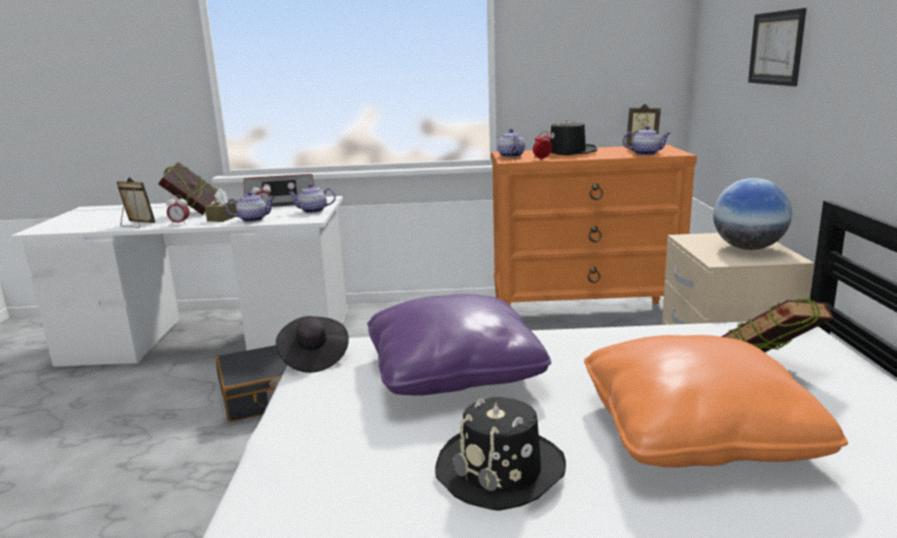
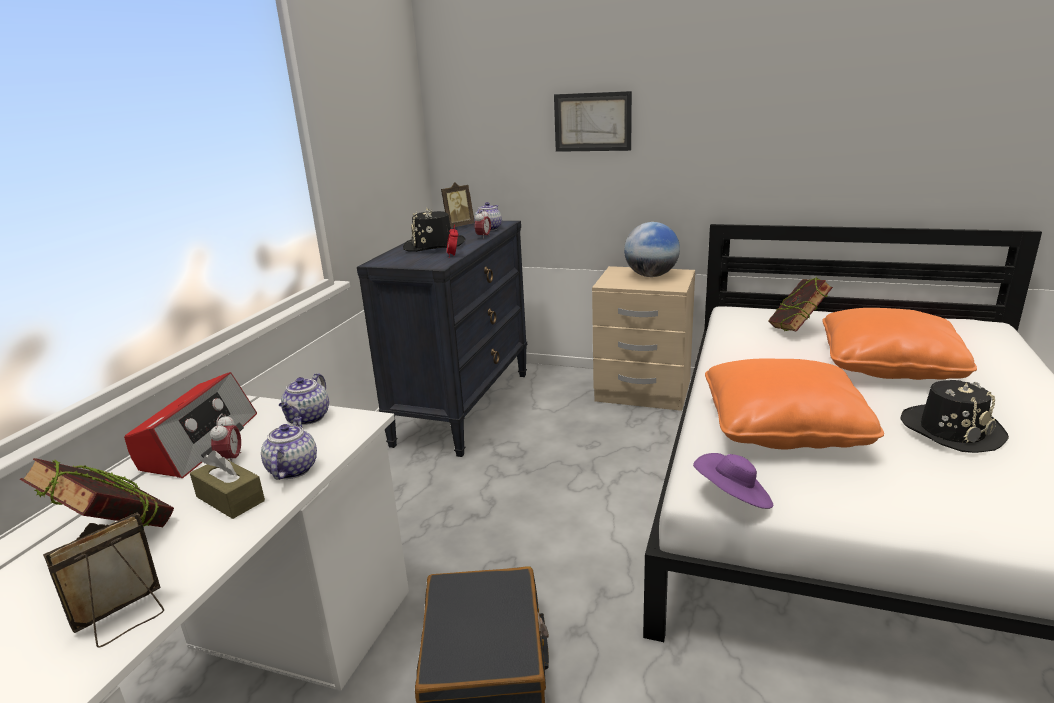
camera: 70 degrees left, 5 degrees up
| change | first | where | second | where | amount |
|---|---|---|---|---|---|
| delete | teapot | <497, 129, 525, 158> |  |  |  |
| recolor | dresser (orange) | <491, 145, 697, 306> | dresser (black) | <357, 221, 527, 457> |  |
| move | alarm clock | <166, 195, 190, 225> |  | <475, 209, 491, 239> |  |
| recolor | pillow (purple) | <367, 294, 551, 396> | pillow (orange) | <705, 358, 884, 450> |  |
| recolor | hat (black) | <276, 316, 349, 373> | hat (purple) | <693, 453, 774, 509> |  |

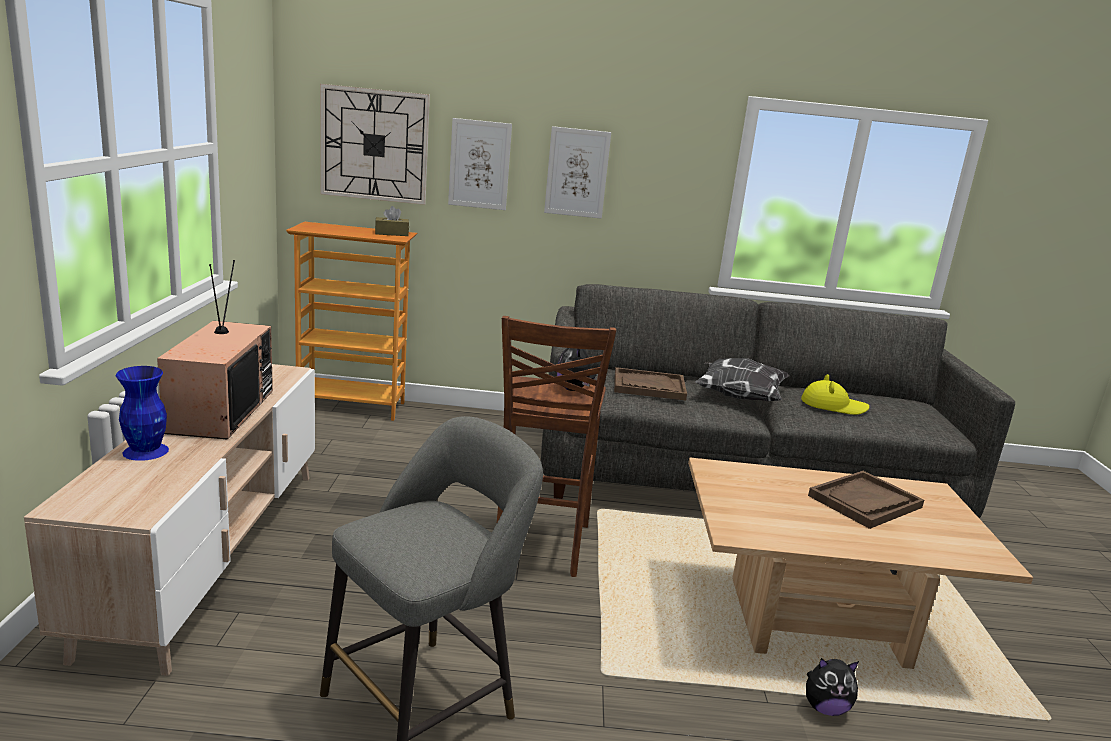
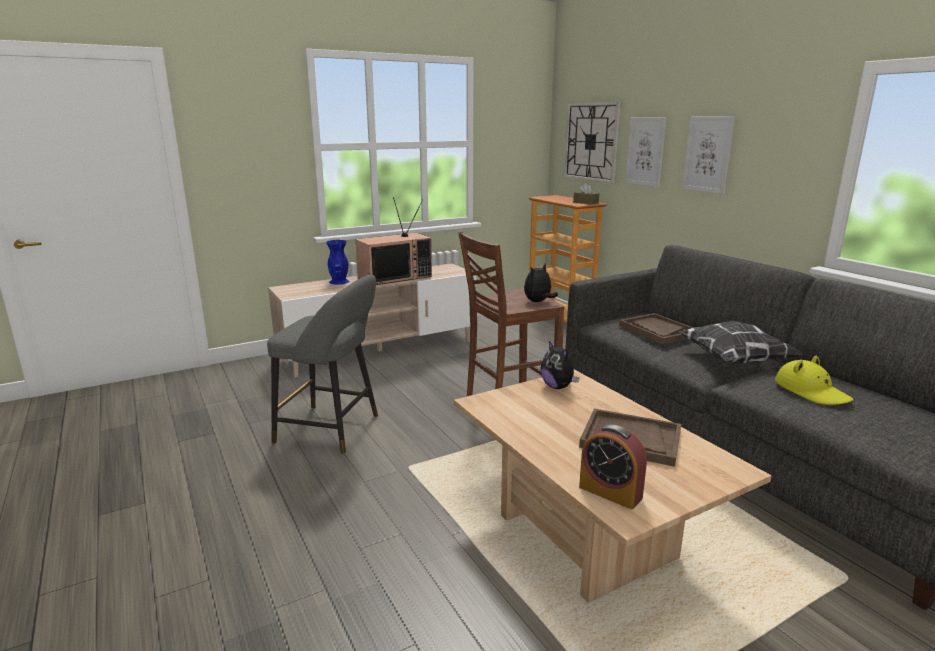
camera: 60 degrees right, 0 degrees up
| change | first | where | second | where | amount |
|---|---|---|---|---|---|
| move | plush toy | <806, 658, 859, 716> |  | <540, 341, 580, 389> |  |
| insert |  |  | alarm clock | <579, 425, 647, 509> |  |

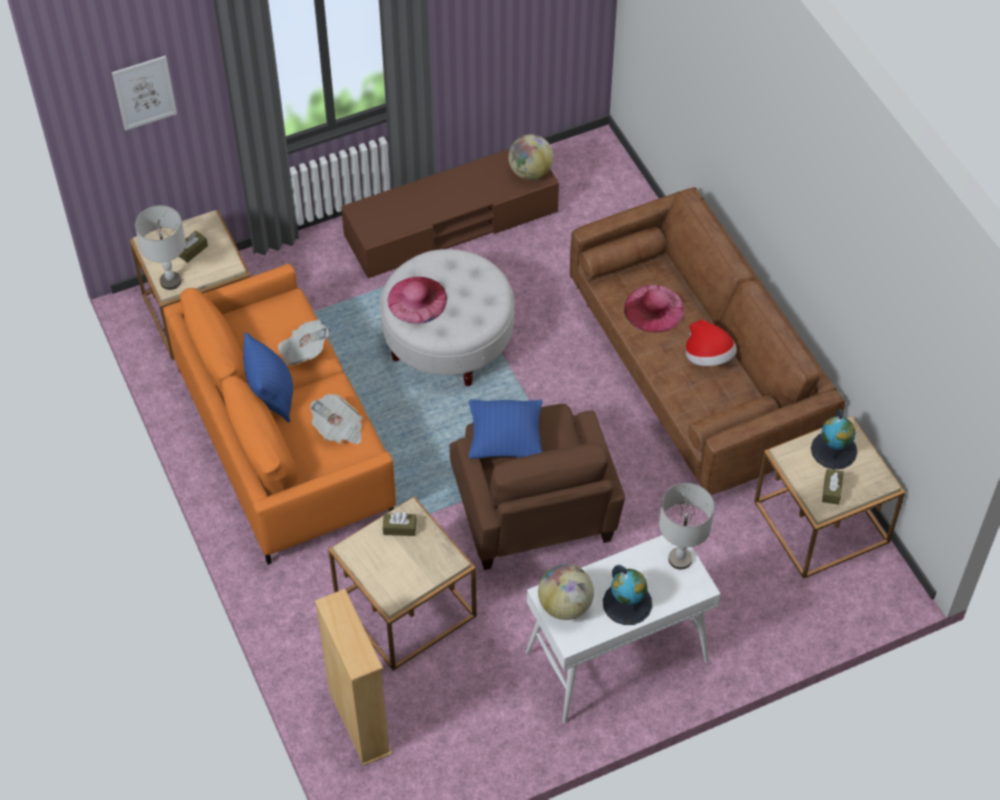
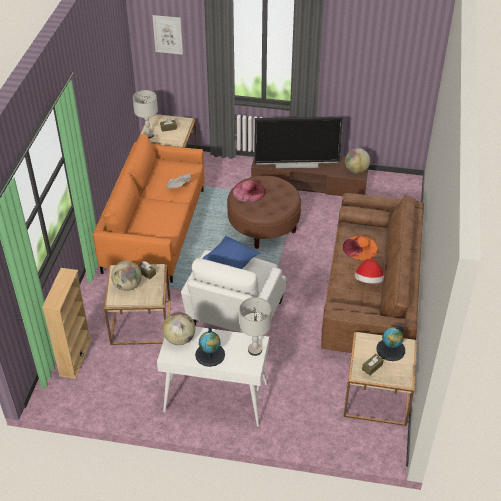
camera: 35 degrees right, 10 degrees down
| change | first | where | second | where | amount |
|---|---|---|---|---|---|
| recolor | ottoman (white) | <380, 249, 515, 386> | ottoman (brown) | <227, 176, 301, 249> |  |
| recolor | hat (pink) | <624, 285, 684, 332> | hat (orange) | <343, 236, 378, 260> |  |
| delete | pillow (blue) | <243, 332, 293, 422> |  |  |  |
| delete | newspaper | <310, 394, 363, 444> |  |  |  |
| recolor | armchair (brown) | <450, 404, 625, 570> | armchair (white) | <181, 250, 286, 336> |  |
| insert |  |  | television | <254, 116, 343, 169> |  |
| insert |  |  | globe | <111, 261, 142, 291> |  |

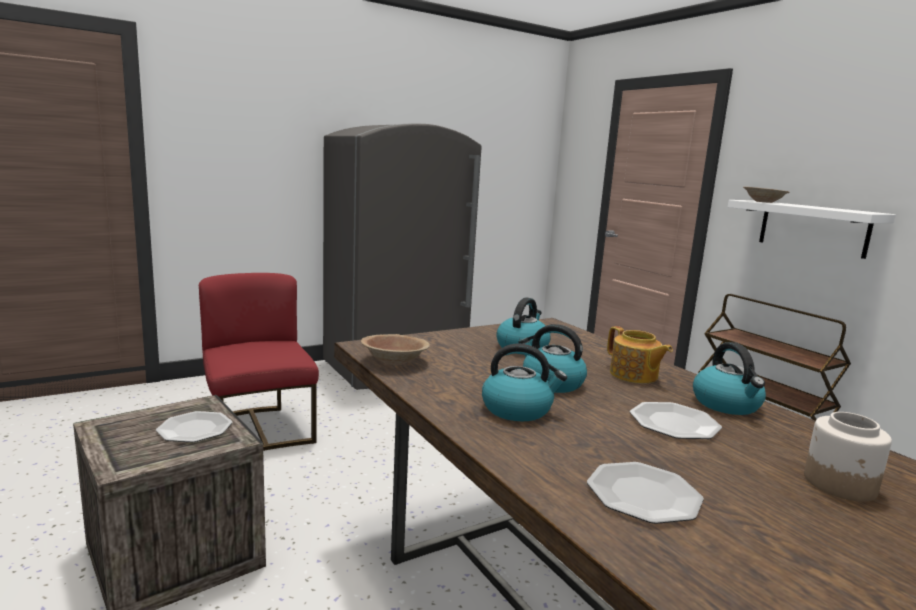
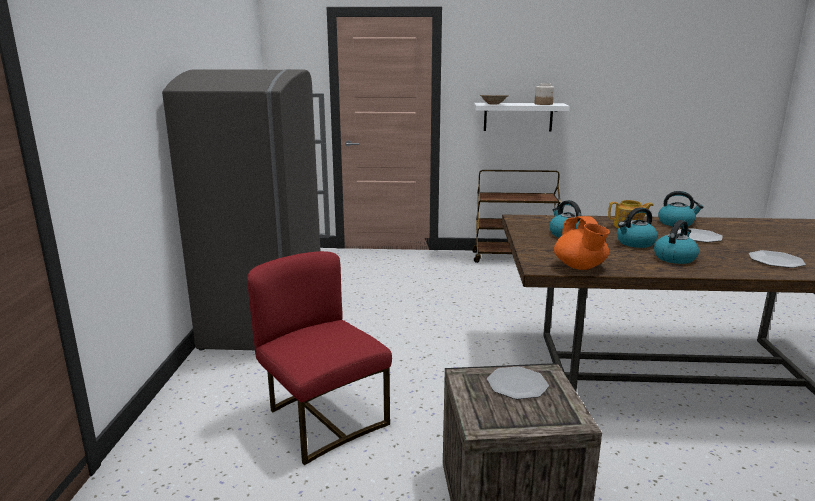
camera: 55 degrees left, 5 degrees up
| change | first | where | second | where | amount |
|---|---|---|---|---|---|
| rotate | chair (red) | <199, 273, 319, 451> |  | <247, 251, 392, 465> | 45 degrees clockwise |
| replace | bowl (brown) | <361, 334, 430, 365> | teapot (orange) | <554, 216, 610, 270> |  |
| move | jar | <804, 412, 892, 502> |  | <535, 83, 554, 105> |  |

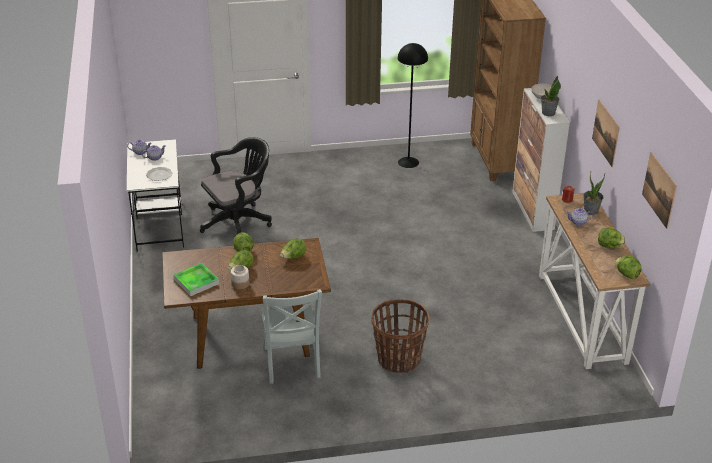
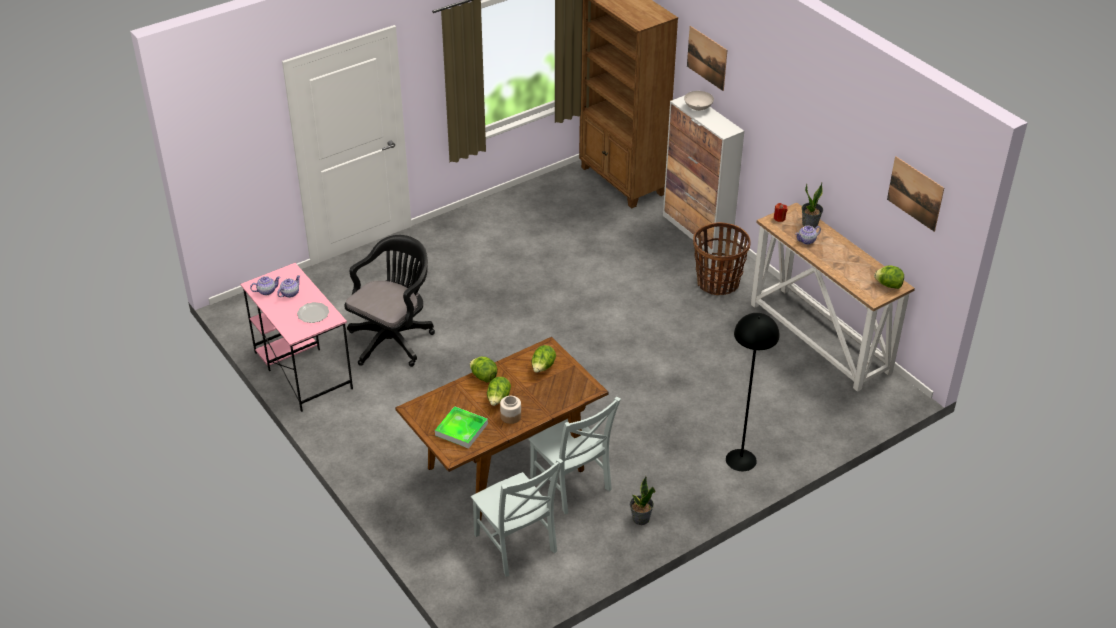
camera: 25 degrees left, 5 degrees up
| change | first | where | second | where | amount |
|---|---|---|---|---|---|
| move | floor lamp (black) | <398, 43, 428, 168> |  | <726, 313, 780, 471> |  |
| move | potted plant | <541, 75, 561, 116> |  | <630, 476, 655, 525> |  |
| move | picture | <592, 100, 620, 167> |  | <687, 26, 727, 91> |  |
| recolor | desk (white) | <127, 139, 184, 252> | desk (pink) | <240, 263, 353, 412> |  |
| delete | lettuce | <598, 228, 626, 249> |  |  |  |
| move | basket | <371, 299, 429, 373> |  | <693, 222, 750, 295> |  |
| insert |  |  | chair (grey) | <471, 458, 563, 577> |  |

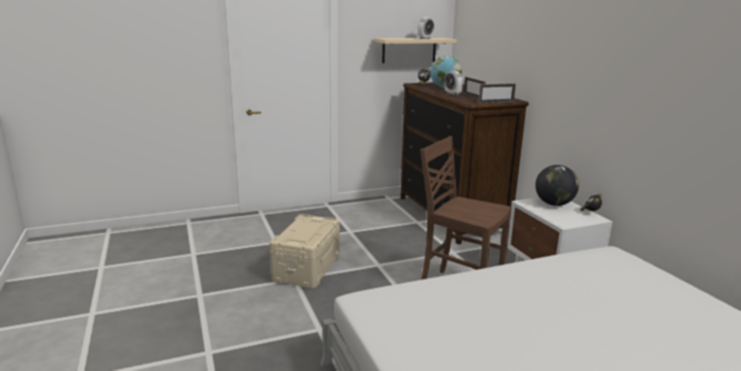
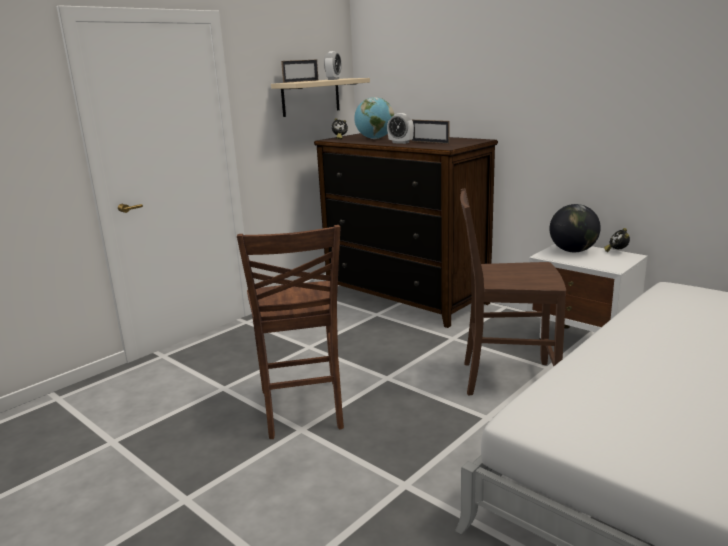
camera: 25 degrees left, 0 degrees up
| change | first | where | second | where | amount |
|---|---|---|---|---|---|
| move | picture frame | <479, 83, 516, 103> |  | <281, 60, 318, 83> |  |
| replace | storage box (beige) | <270, 214, 340, 289> | chair (brown) | <237, 225, 344, 439> |  |

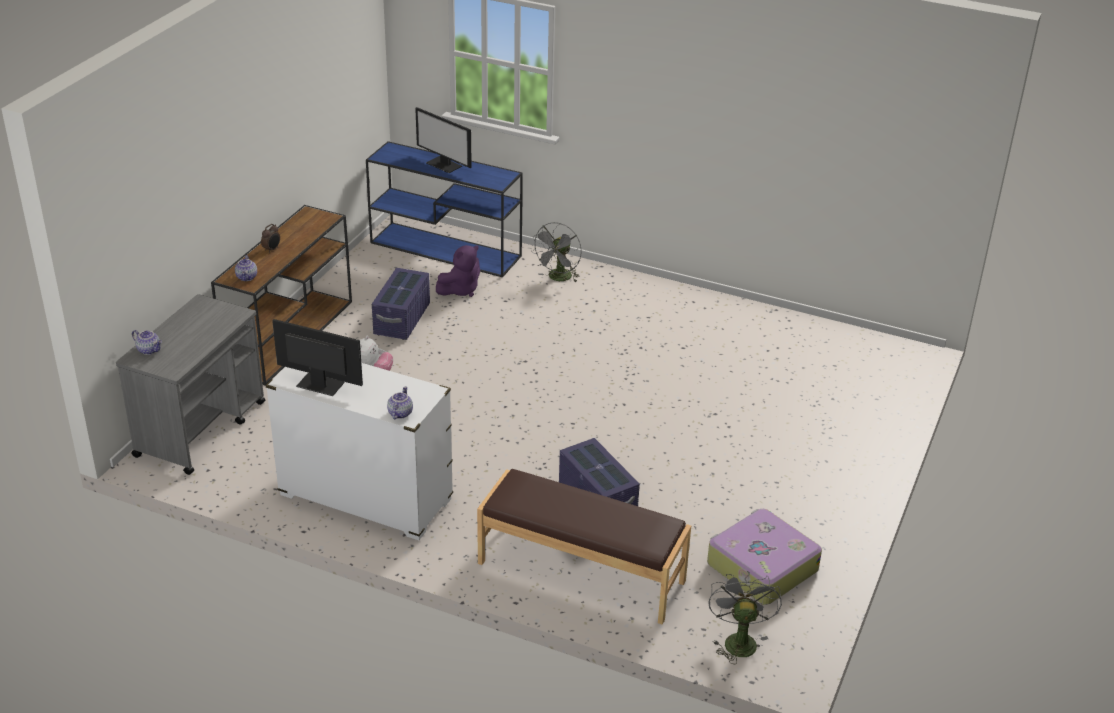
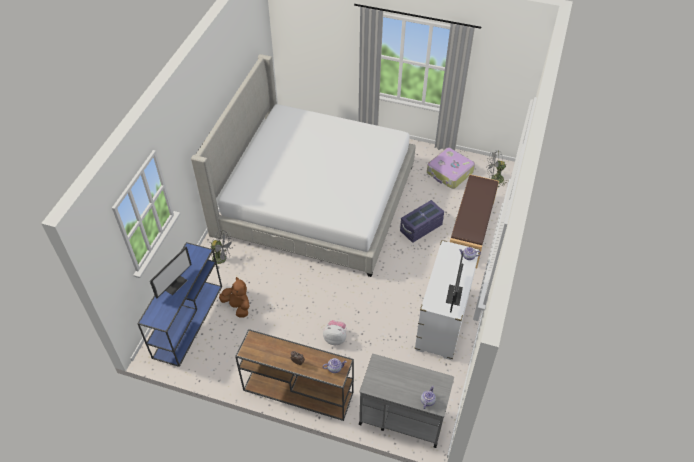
camera: 95 degrees left, 15 degrees up
| change | first | where | second | where | amount |
|---|---|---|---|---|---|
| recolor | plush toy (purple) | <436, 245, 480, 297> | plush toy (brown) | <219, 277, 249, 317> |  |
| delete | storage box (purple) | <372, 268, 430, 340> |  |  |  |
| insert |  |  | bed | <191, 54, 416, 277> |  |

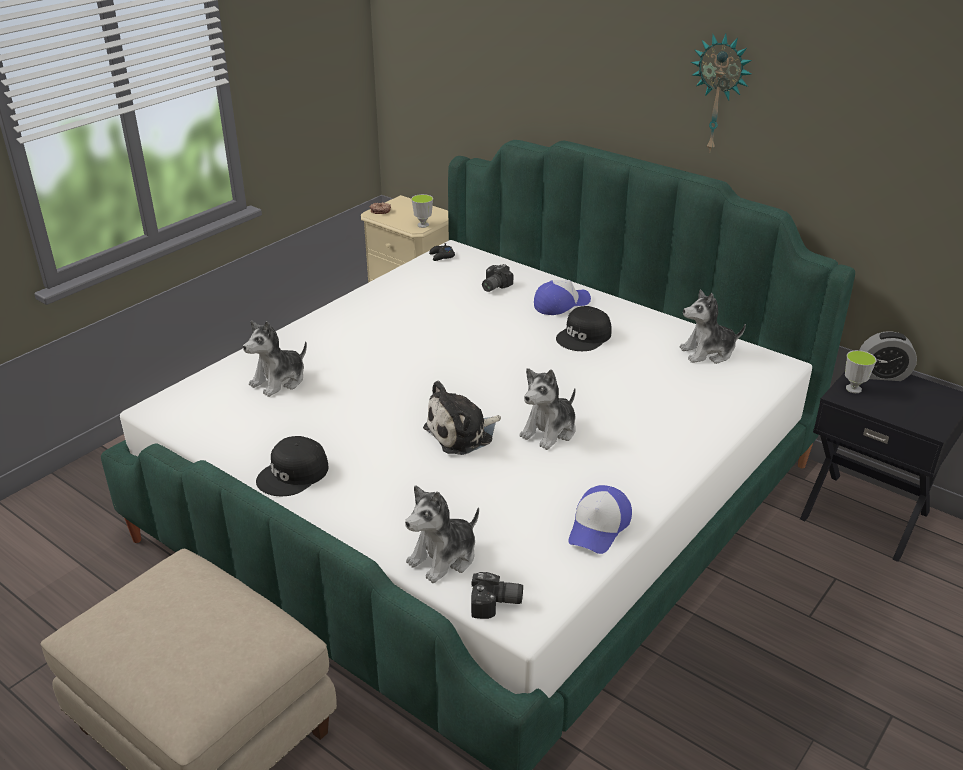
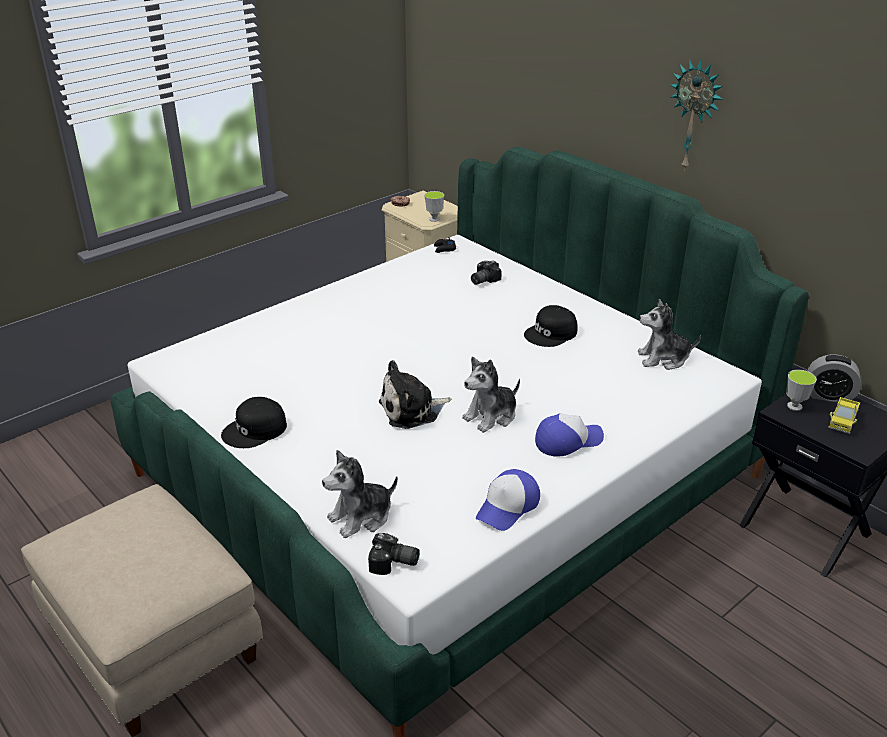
camera: 10 degrees right, 0 degrees up
| change | first | where | second | where | amount |
|---|---|---|---|---|---|
| move | cap | <534, 280, 591, 315> |  | <535, 414, 604, 457> |  |
| delete | plush toy | <243, 321, 307, 397> |  |  |  |
| insert |  |  | toy truck | <828, 397, 860, 434> |  |

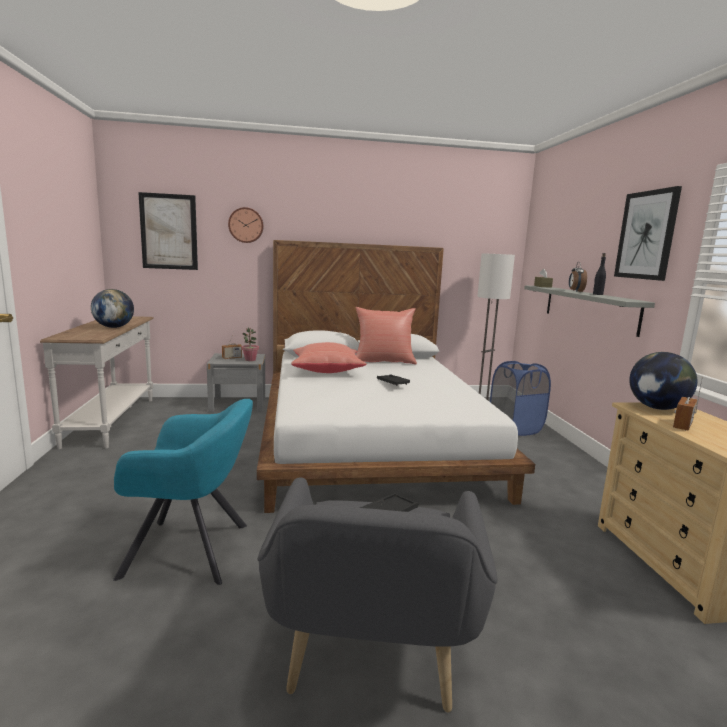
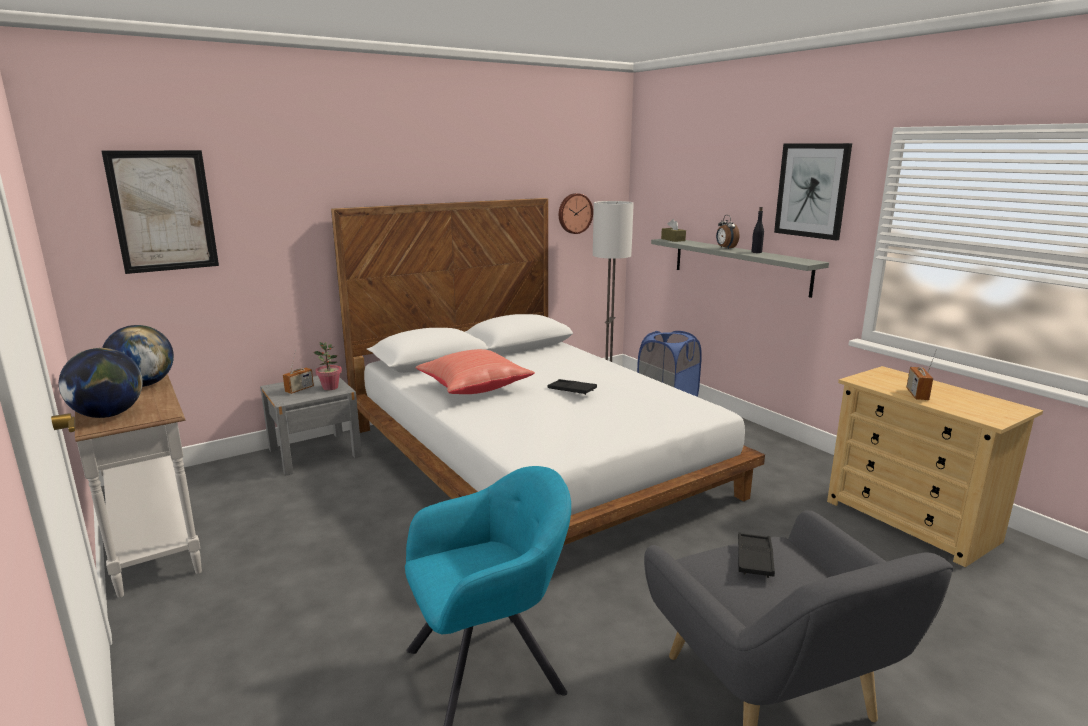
camera: 25 degrees left, 5 degrees up
| change | first | where | second | where | amount |
|---|---|---|---|---|---|
| move | wall clock | <228, 207, 264, 243> |  | <559, 193, 593, 234> |  |
| delete | pillow (red) | <355, 307, 417, 364> |  |  |  |
| move | globe | <629, 352, 697, 410> |  | <59, 348, 143, 418> |  |

